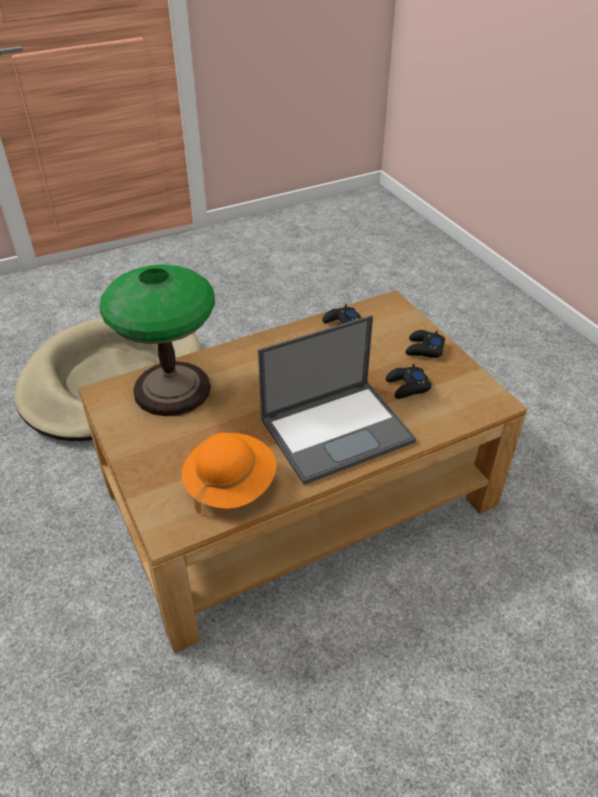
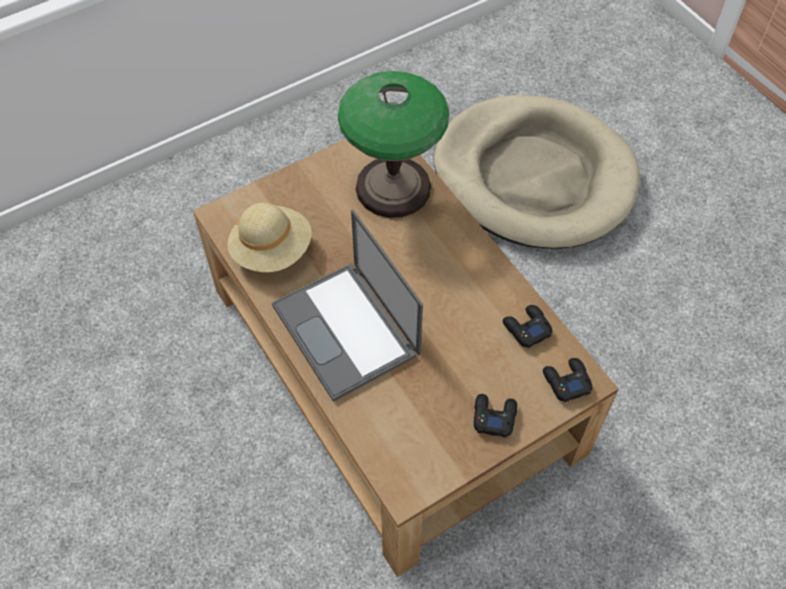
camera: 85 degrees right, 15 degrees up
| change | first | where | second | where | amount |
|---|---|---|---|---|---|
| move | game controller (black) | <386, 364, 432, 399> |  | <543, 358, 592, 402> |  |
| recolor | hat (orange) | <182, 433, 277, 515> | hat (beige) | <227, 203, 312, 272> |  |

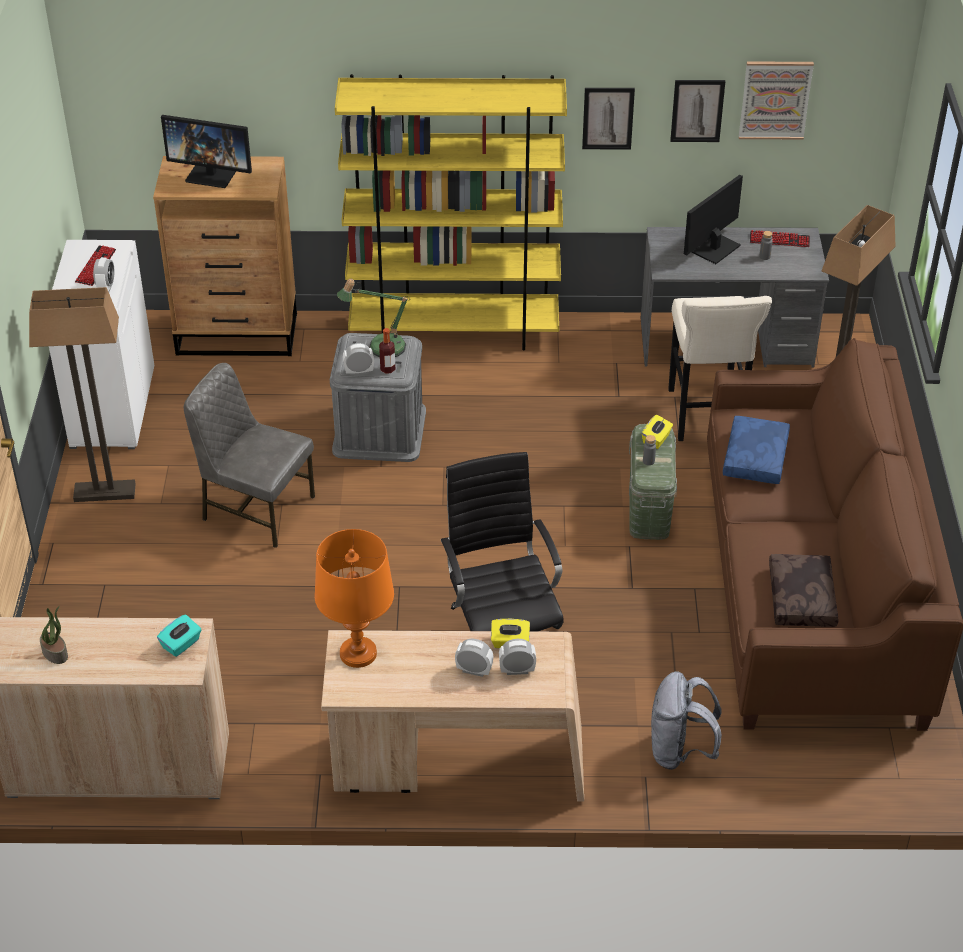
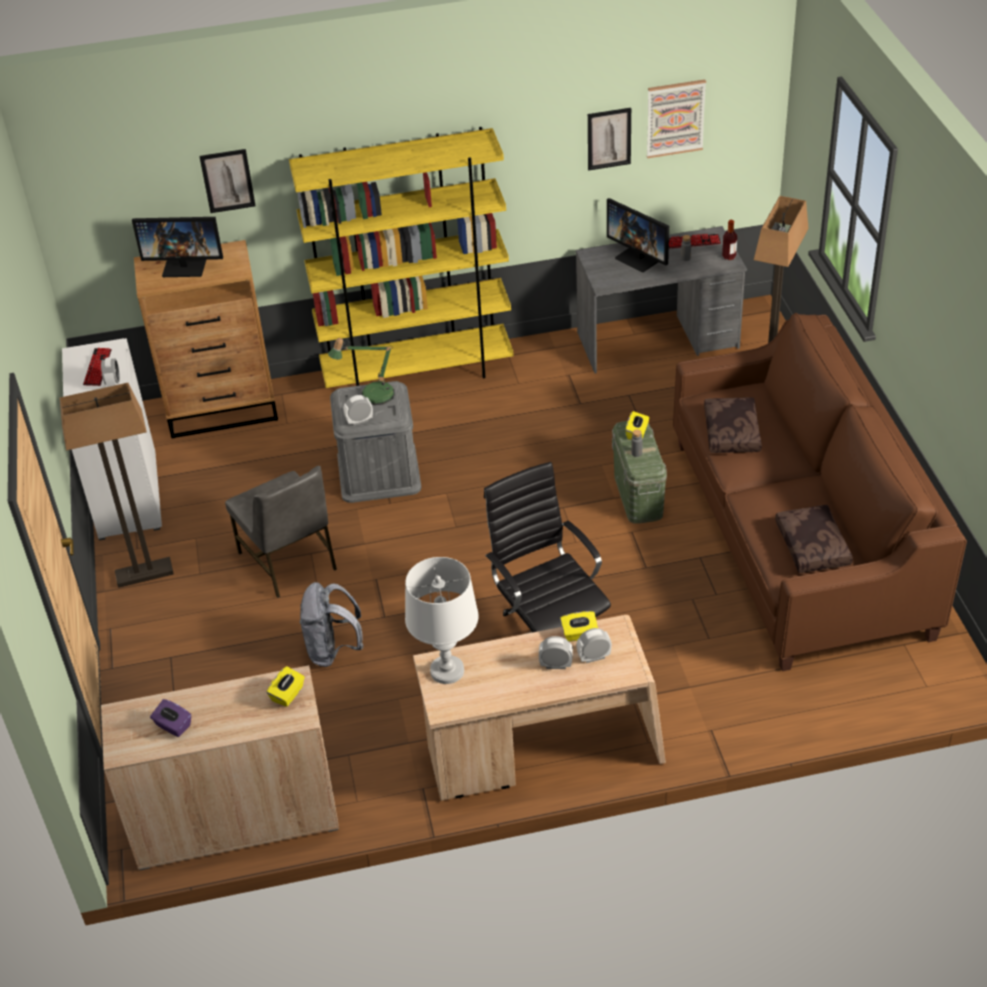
camera: 10 degrees left, 0 degrees up
| change | first | where | second | where | amount |
|---|---|---|---|---|---|
| move | picture | <582, 88, 635, 150> |  | <199, 149, 256, 213> |  |
| rotate | monitor | <684, 175, 743, 264> |  | <607, 198, 669, 272> | 75 degrees counterclockwise |
| delete | stool (beige) | <668, 296, 772, 441> |  |  |  |
| move | bottle | <379, 328, 395, 374> |  | <722, 220, 737, 260> |  |
| rotate | chair (grey) | <184, 363, 315, 548> |  | <225, 466, 337, 598> | 135 degrees counterclockwise |
| recolor | pillow (blue) | <723, 416, 790, 484> | pillow (brown) | <704, 397, 762, 453> |  |
| recolor | table lamp (orange) | <315, 529, 394, 668> | table lamp (white) | <405, 557, 479, 684> |  |
| replace | potted plant | <40, 605, 68, 664> | tissue box (purple) | <150, 699, 191, 737> |  |
| recolor | tissue box (turquoise) | <157, 614, 201, 657> | tissue box (yellow) | <267, 666, 305, 707> |  |
| move | backpack (grey) | <651, 671, 722, 770> |  | <300, 582, 364, 667> |  |

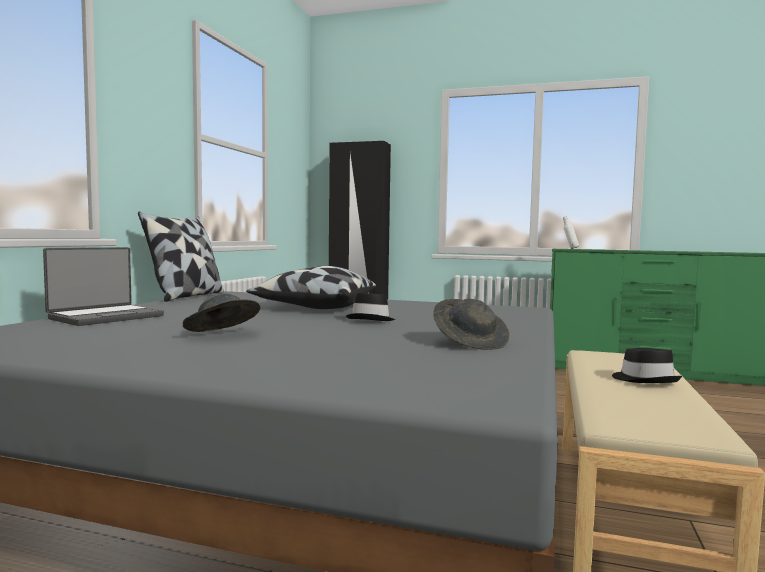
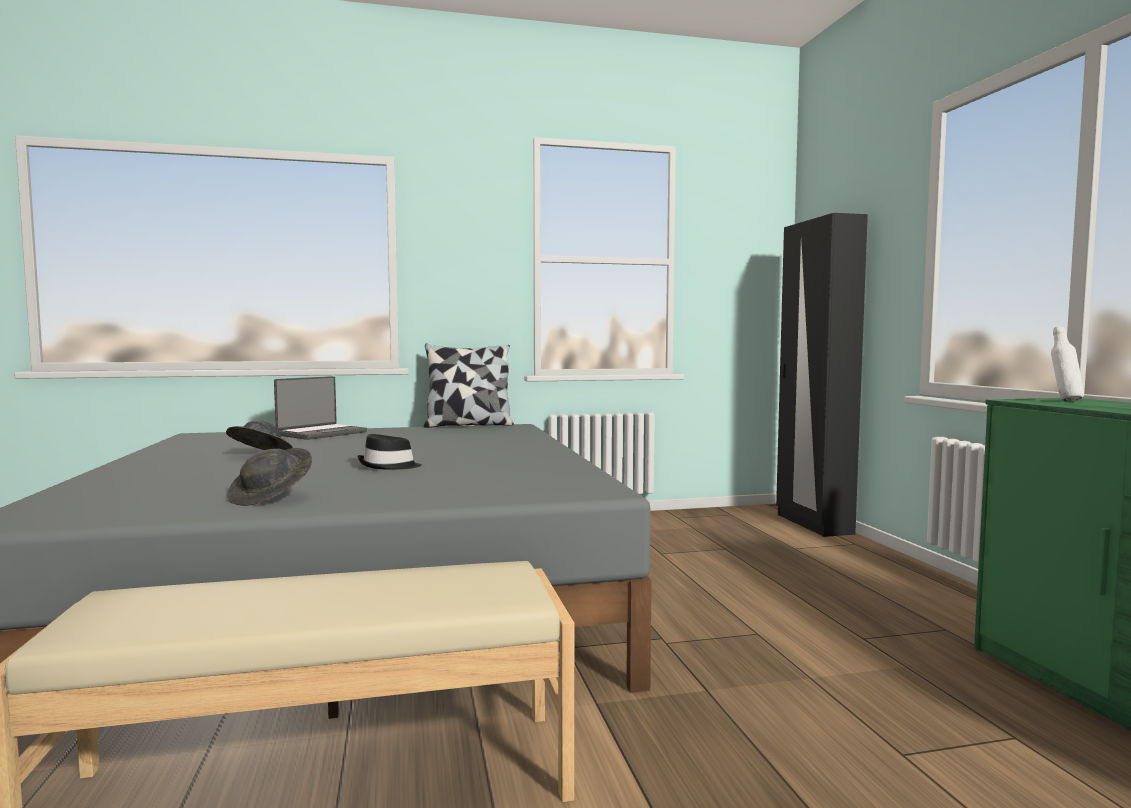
camera: 60 degrees right, 0 degrees up
| change | first | where | second | where | amount |
|---|---|---|---|---|---|
| rotate | laptop | <43, 247, 164, 326> |  | <274, 376, 367, 440> | 60 degrees counterclockwise |
| delete | pillow | <246, 266, 376, 309> |  |  |  |
| delete | hat (black) | <612, 348, 682, 383> |  |  |  |

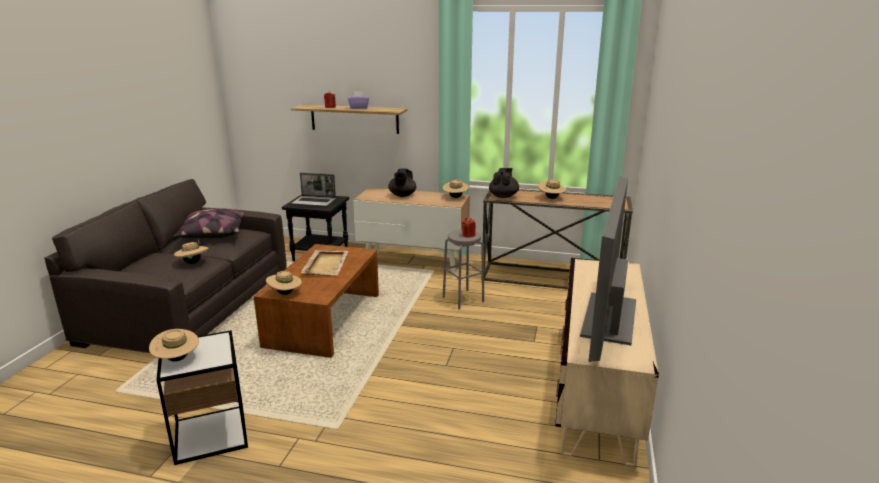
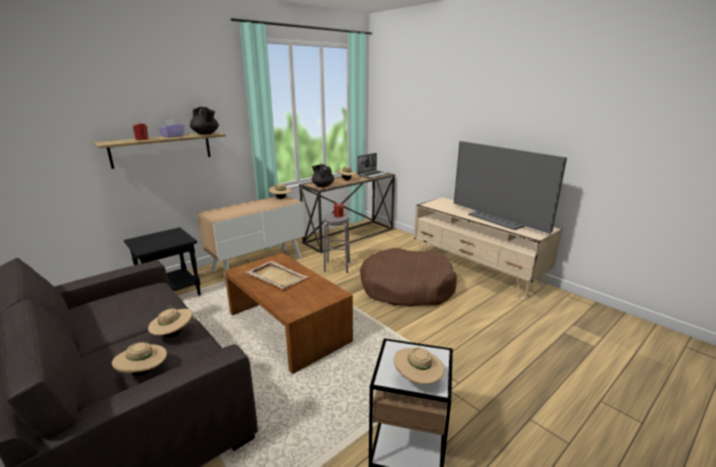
camera: 55 degrees left, 0 degrees up
| change | first | where | second | where | amount |
|---|---|---|---|---|---|
| move | teapot (black) | <388, 168, 416, 197> |  | <190, 107, 219, 135> |  |
| move | laptop | <292, 173, 336, 206> |  | <357, 153, 389, 178> |  |
| delete | pillow | <173, 209, 245, 238> |  |  |  |
| move | hat (beige) | <266, 271, 302, 295> |  | <112, 342, 167, 376> |  |
| insert |  |  | dog bed (brown) | <360, 248, 457, 306> |  |

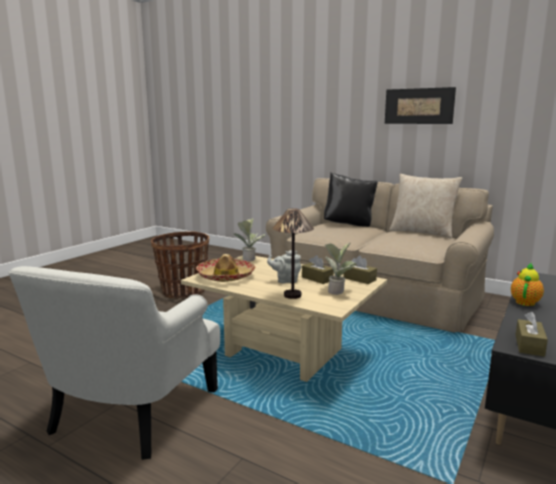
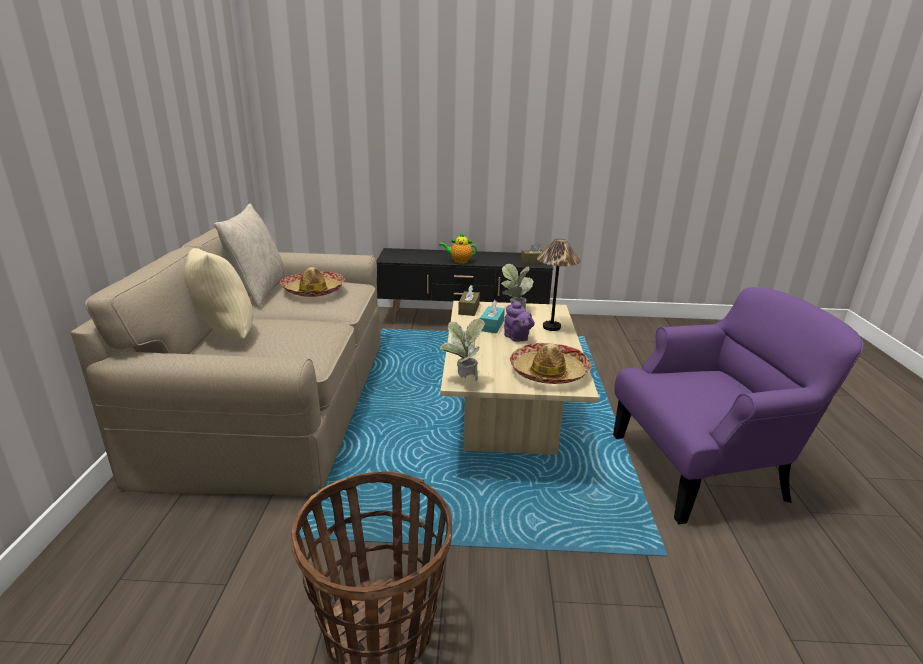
camera: 120 degrees left, 10 degrees up
| change | first | where | second | where | amount |
|---|---|---|---|---|---|
| delete | picture | <385, 87, 456, 124> |  |  |  |
| recolor | pillow (black) | <324, 172, 378, 227> | pillow (beige) | <184, 248, 253, 339> |  |
| recolor | teapot (grey) | <267, 250, 301, 283> | teapot (purple) | <504, 300, 535, 342> |  |
| recolor | tissue box (brown) | <302, 255, 334, 284> | tissue box (turquoise) | <480, 300, 505, 334> |  |
| recolor | armchair (white) | <8, 266, 220, 460> | armchair (purple) | <613, 287, 864, 524> |  |
| insert |  |  | hat | <280, 267, 345, 297> |  |

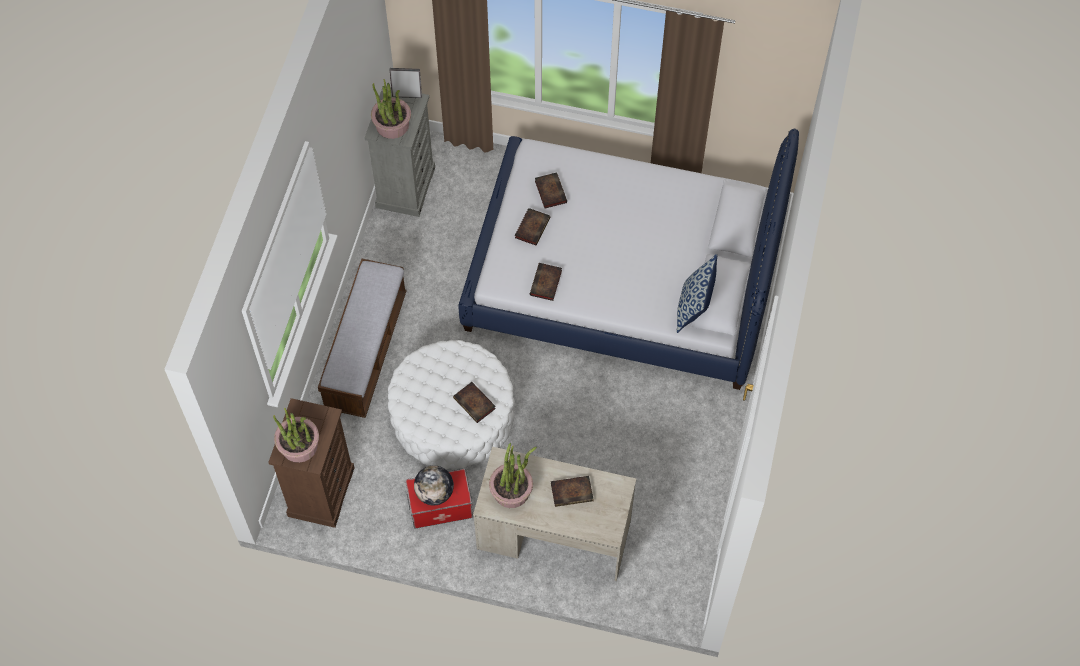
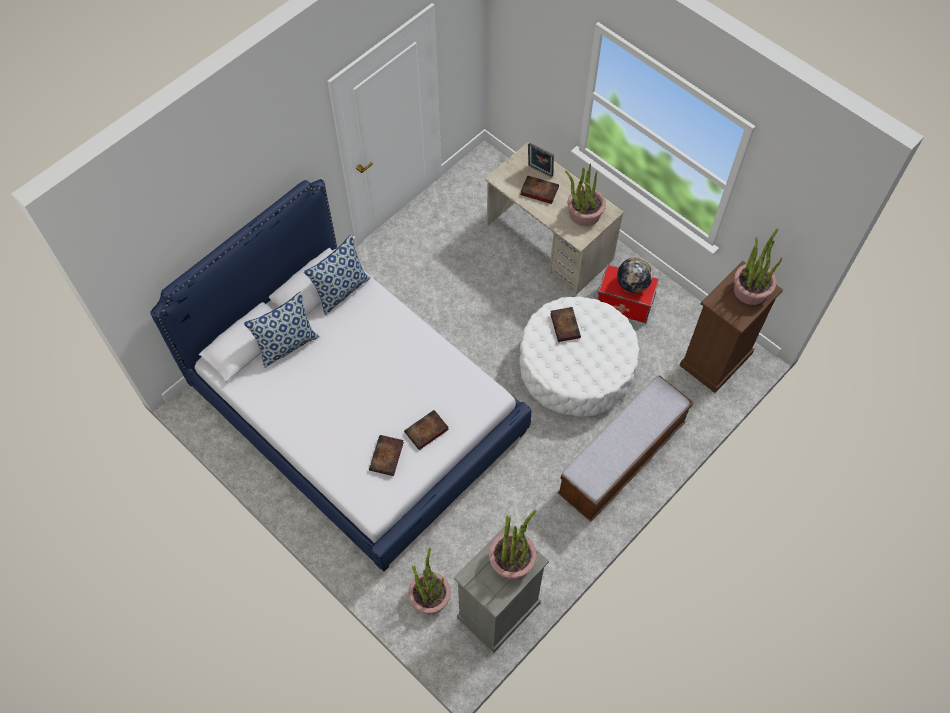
camera: 150 degrees left, 0 degrees up
| change | first | where | second | where | amount |
|---|---|---|---|---|---|
| move | picture frame | <390, 68, 422, 98> |  | <528, 142, 554, 177> |  |
| delete | book | <530, 263, 562, 301> |  |  |  |
| insert |  |  | pillow | <243, 291, 319, 368> |  |
| insert |  |  | potted plant | <408, 548, 451, 615> |  |

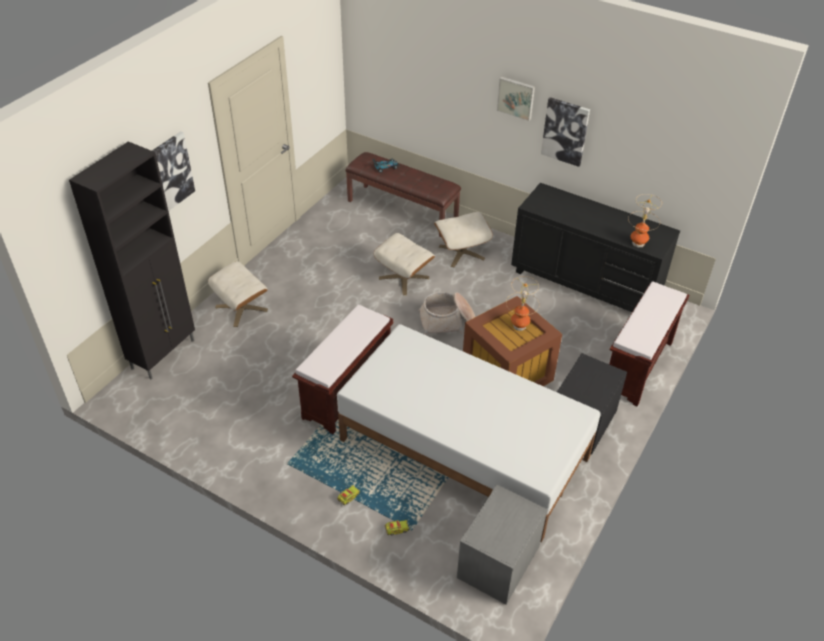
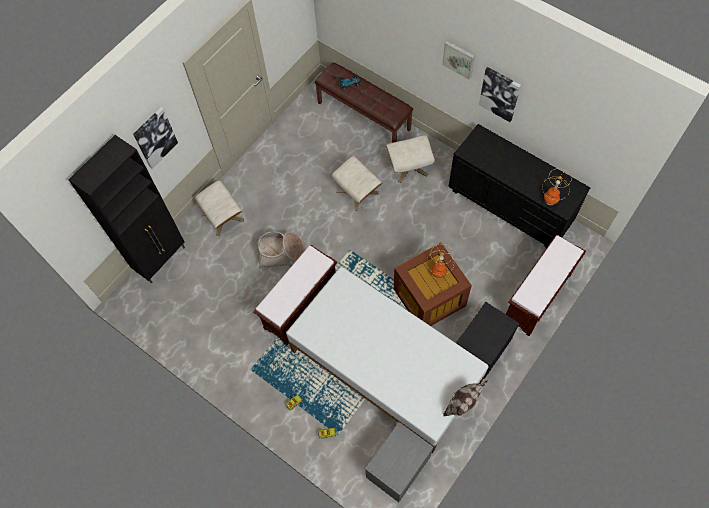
camera: 10 degrees right, 20 degrees up
| change | first | where | second | where | amount |
|---|---|---|---|---|---|
| move | basket | <418, 292, 475, 336> |  | <258, 231, 304, 269> |  |
| insert |  |  | pillow | <443, 380, 488, 416> |  |

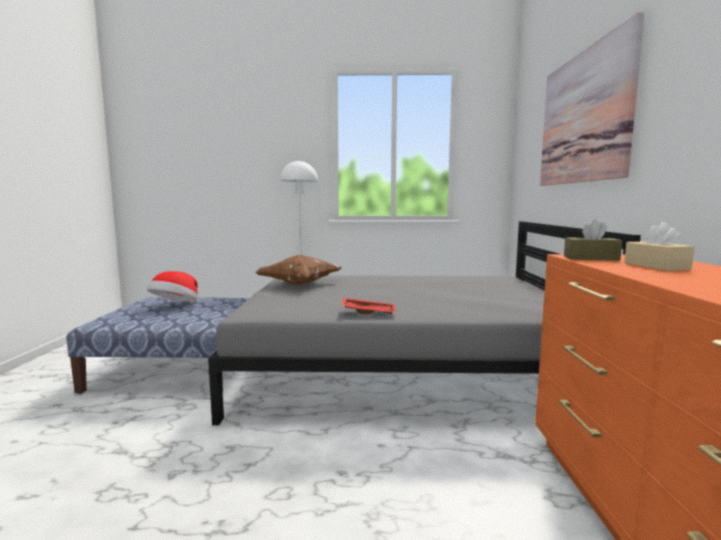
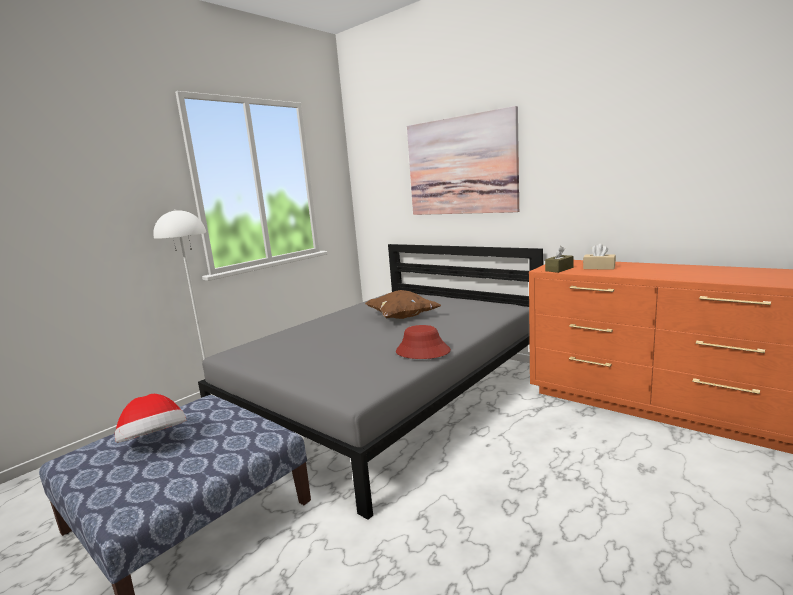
camera: 50 degrees left, 5 degrees up
| change | first | where | second | where | amount |
|---|---|---|---|---|---|
| move | pillow (brown) | <255, 255, 342, 285> |  | <365, 290, 441, 319> |  |
| replace | tray (red) | <342, 298, 396, 315> | hat (red) | <396, 325, 451, 359> |  |

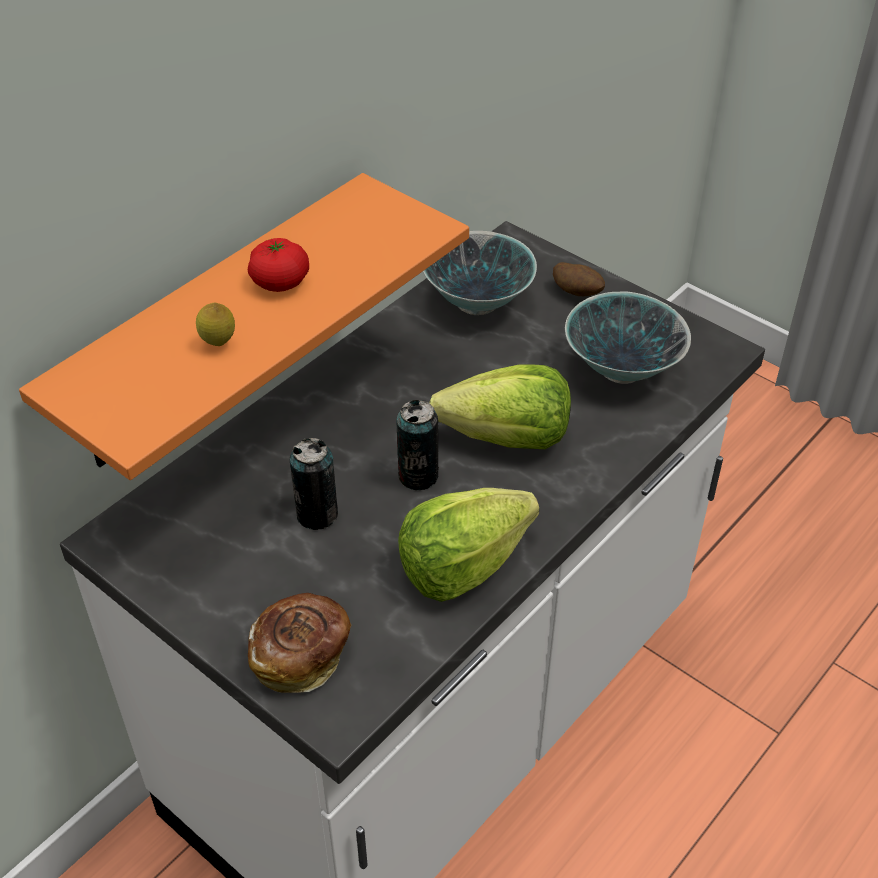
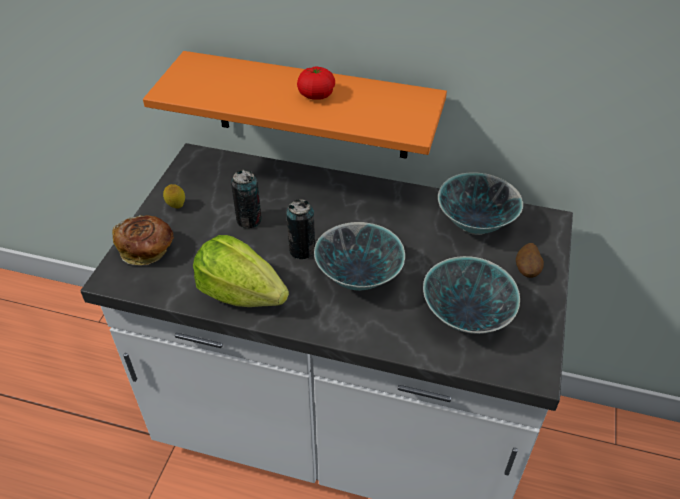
camera: 65 degrees right, 0 degrees up
| change | first | where | second | where | amount |
|---|---|---|---|---|---|
| move | lemon | <196, 303, 235, 346> |  | <163, 184, 185, 208> |  |
| replace | lettuce | <429, 364, 571, 449> | bowl | <314, 222, 405, 291> |  |

